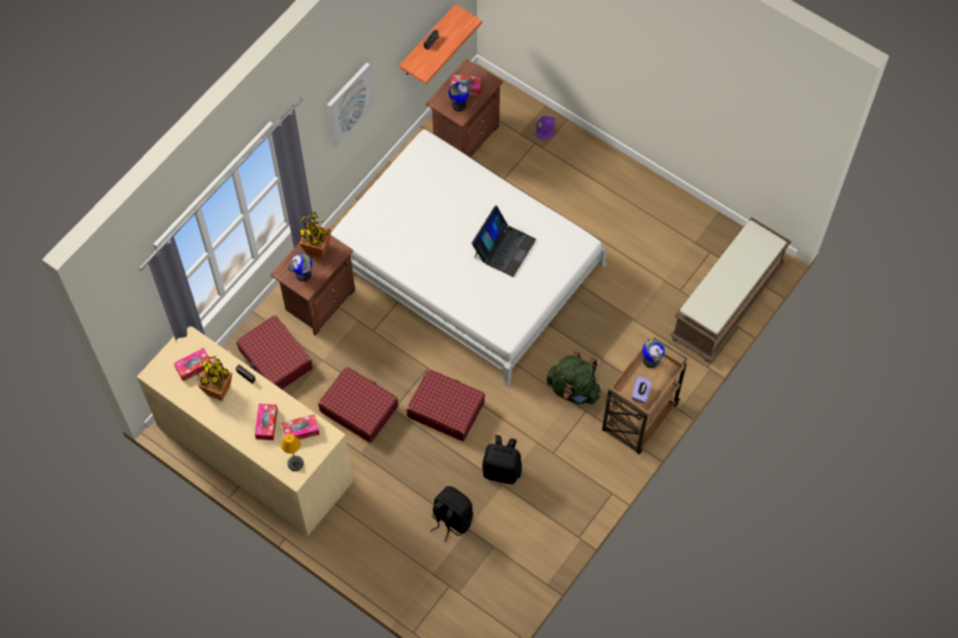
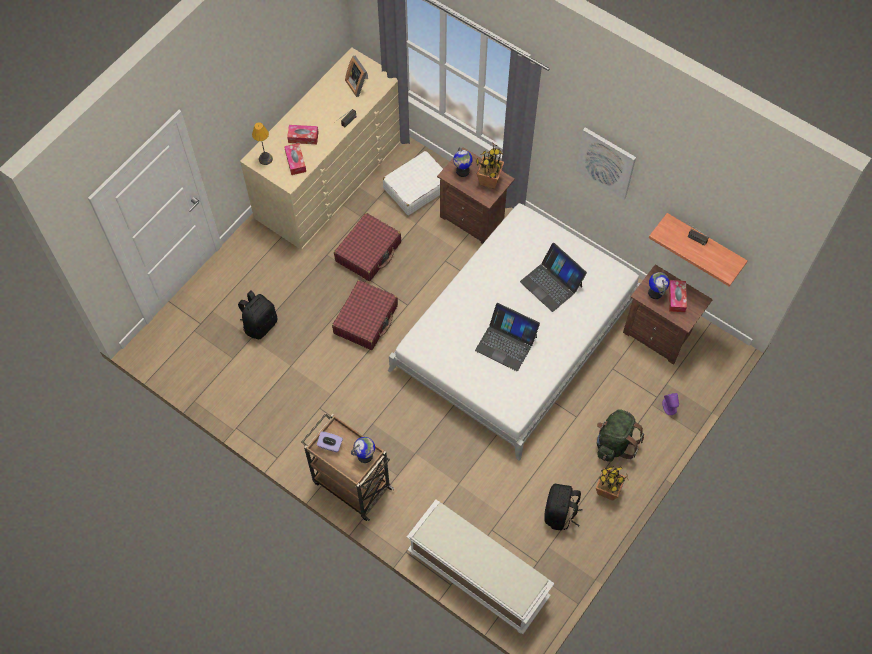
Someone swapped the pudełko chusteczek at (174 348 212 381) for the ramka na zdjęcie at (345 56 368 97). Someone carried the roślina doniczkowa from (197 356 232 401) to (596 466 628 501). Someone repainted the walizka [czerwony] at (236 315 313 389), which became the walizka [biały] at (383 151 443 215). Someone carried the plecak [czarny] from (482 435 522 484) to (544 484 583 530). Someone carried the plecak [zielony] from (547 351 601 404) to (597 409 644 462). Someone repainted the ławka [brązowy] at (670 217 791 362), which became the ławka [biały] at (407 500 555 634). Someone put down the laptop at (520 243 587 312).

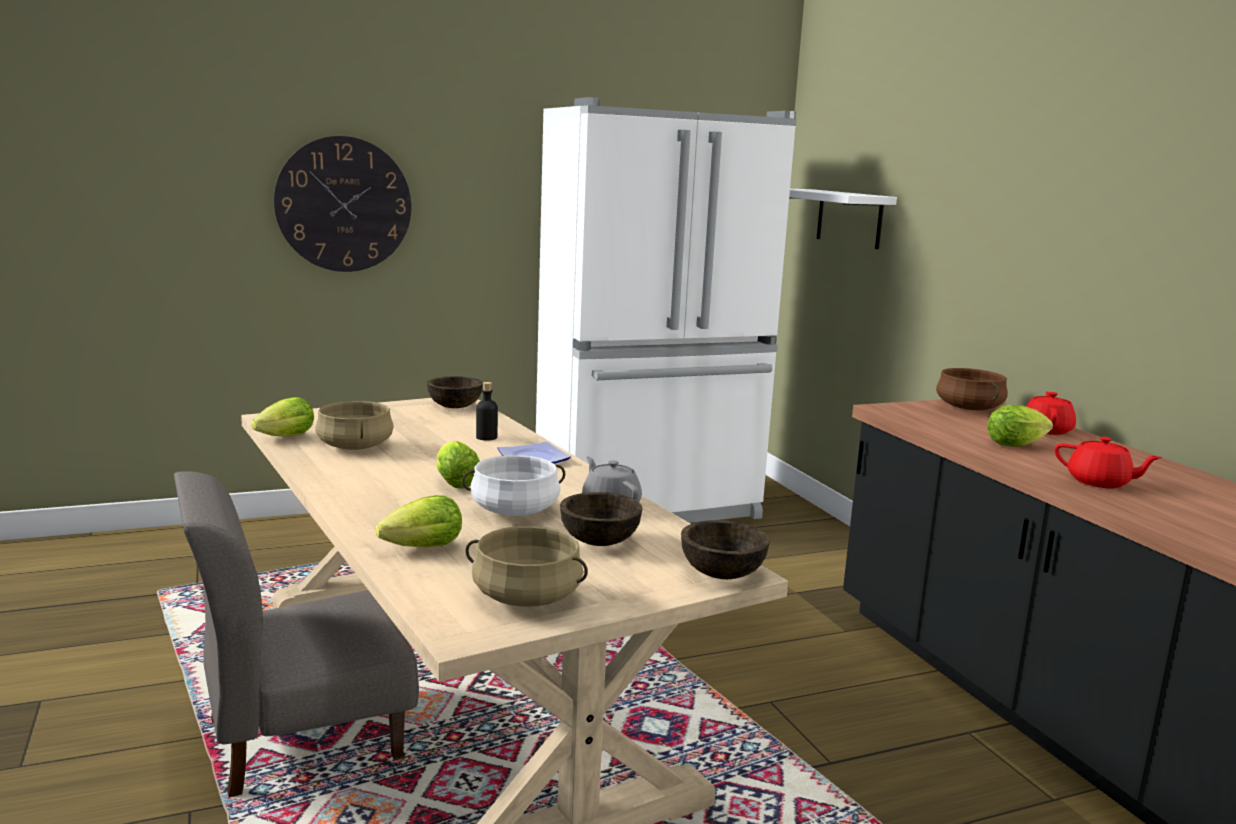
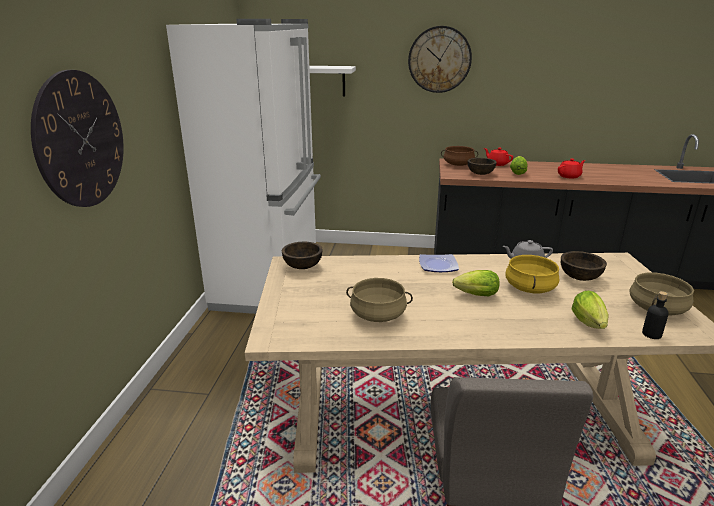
Someone took away the sałata at (251 397 314 437). Someone repainted the garnek [biały] at (462 455 565 516), which became the garnek [żółty] at (505 254 559 293). Someone carried the butelka [czarny] from (476 382 498 441) to (642 291 669 339). Someone carried the miska [brązowy] from (681 520 770 579) to (468 158 497 175). Someone put up the zegar ścienny at (408 26 472 93).

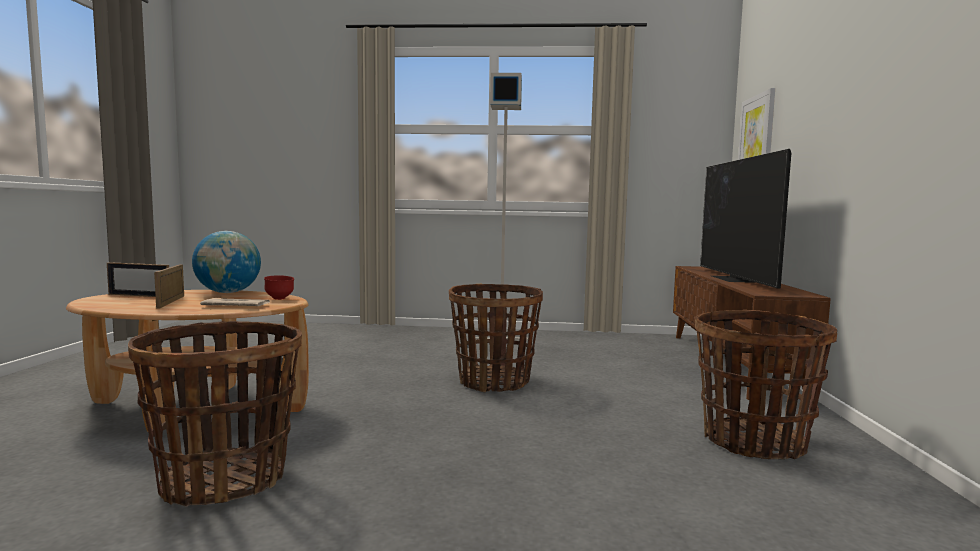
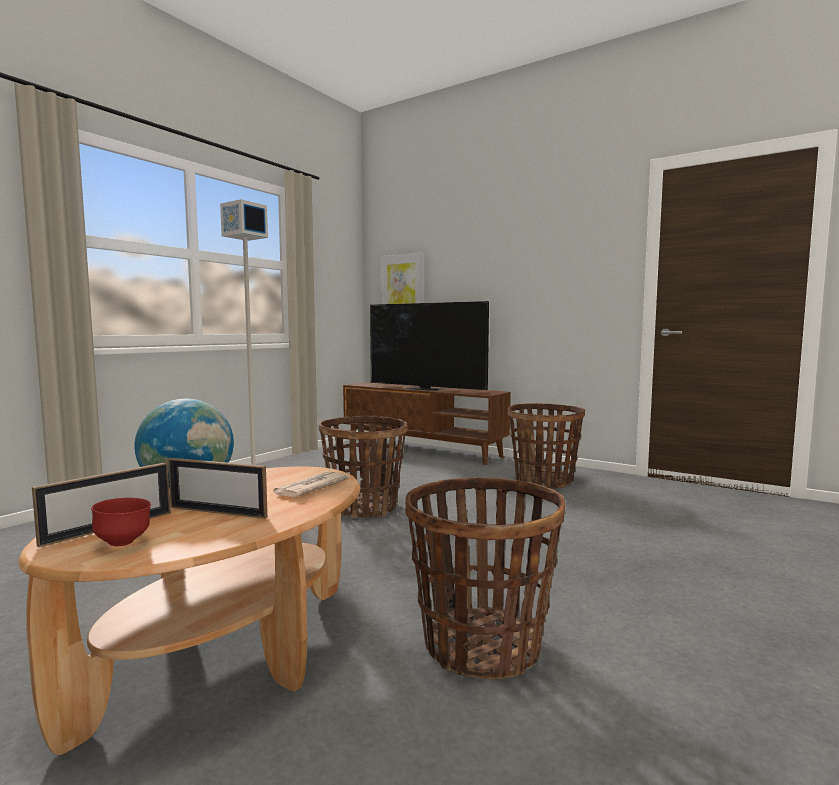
Someone carried the miska [czerwony] from (264 275 294 300) to (91 498 151 546).

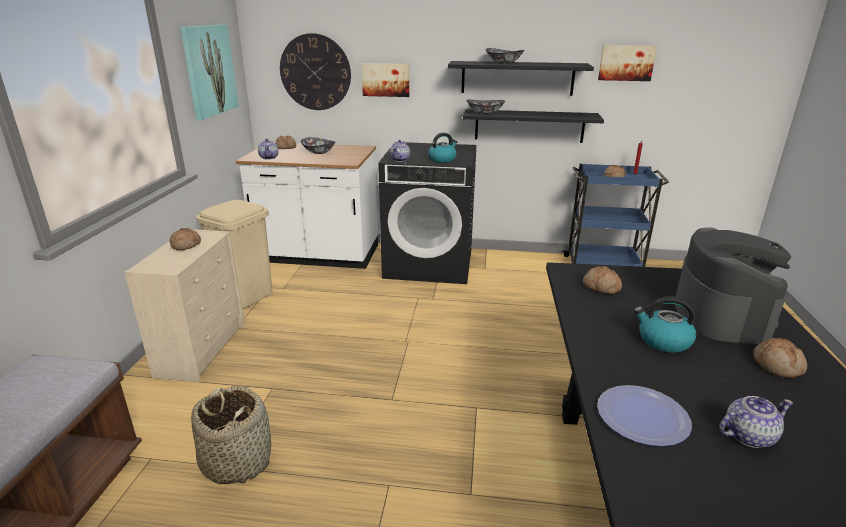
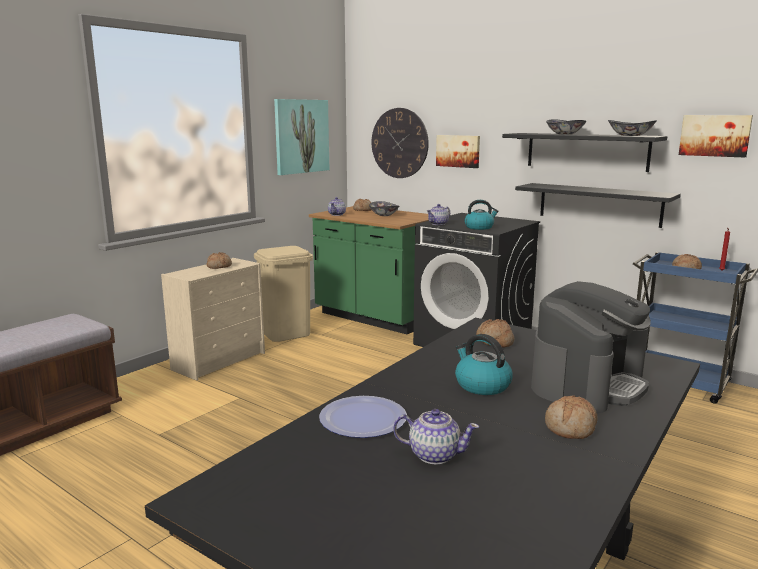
Someone took away the koszyk at (191 386 271 484). Someone repainted the zabudowa kuchenna [biały] at (236 142 378 269), which became the zabudowa kuchenna [zielony] at (309 206 429 334). Someone carried the miska from (466 100 505 114) to (608 120 657 136).

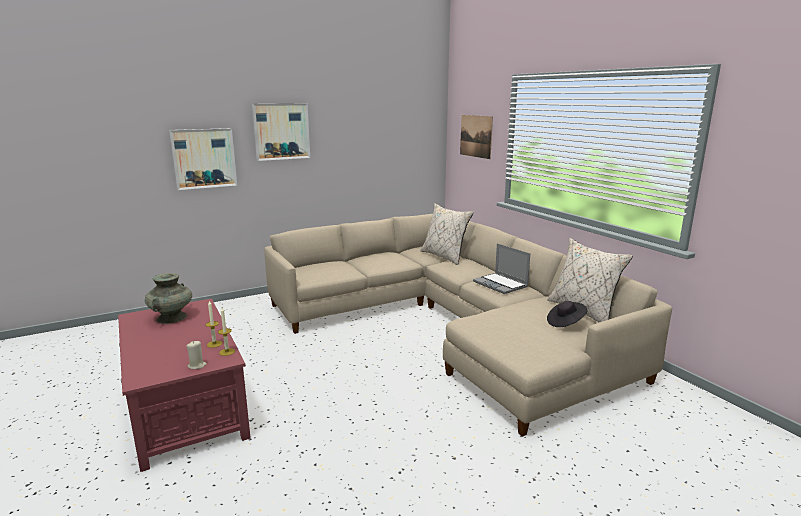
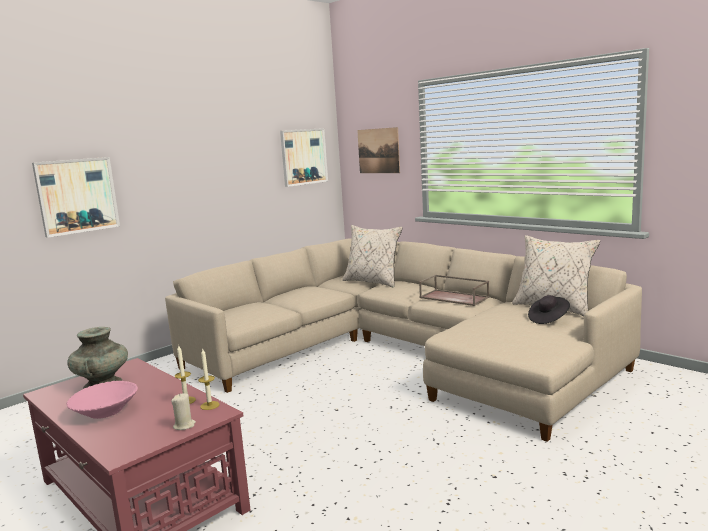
Someone carried the obraz from (252 103 310 161) to (280 128 328 187). Someone swapped the laptop at (473 243 530 294) for the taca [brązowy] at (419 275 489 306). Someone put down the miska [różowy] at (67 381 138 419).

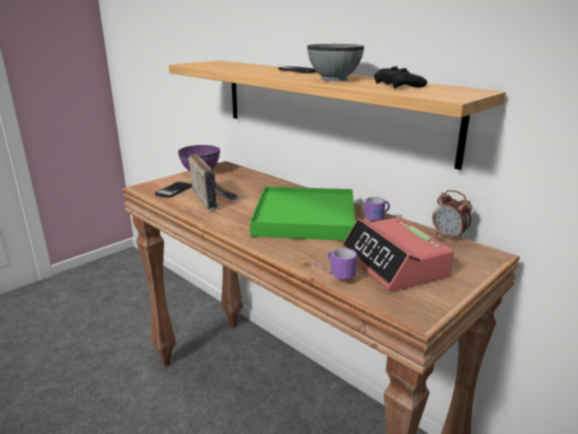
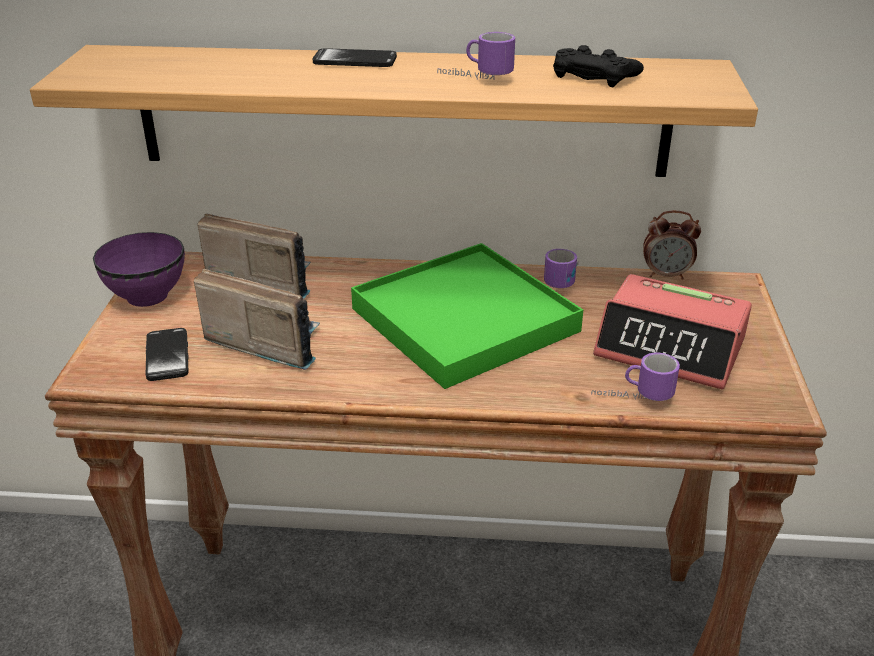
Someone swapped the miska [szary] at (307 44 364 81) for the kubek at (437 32 515 80). Someone put down the radio at (197 214 311 299).

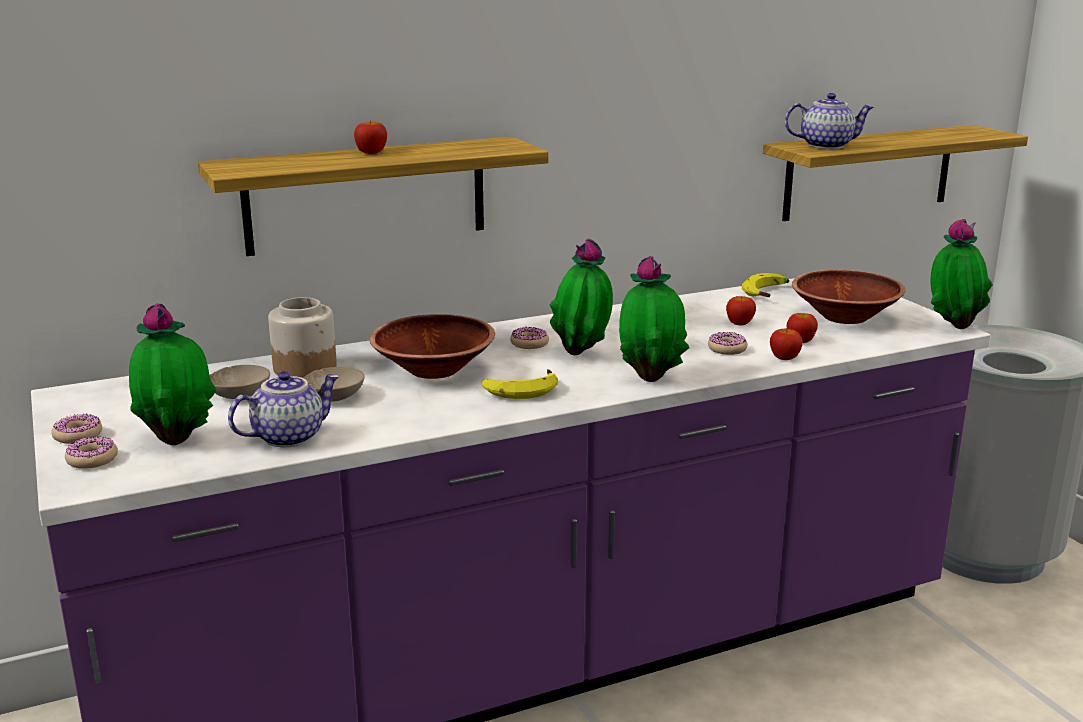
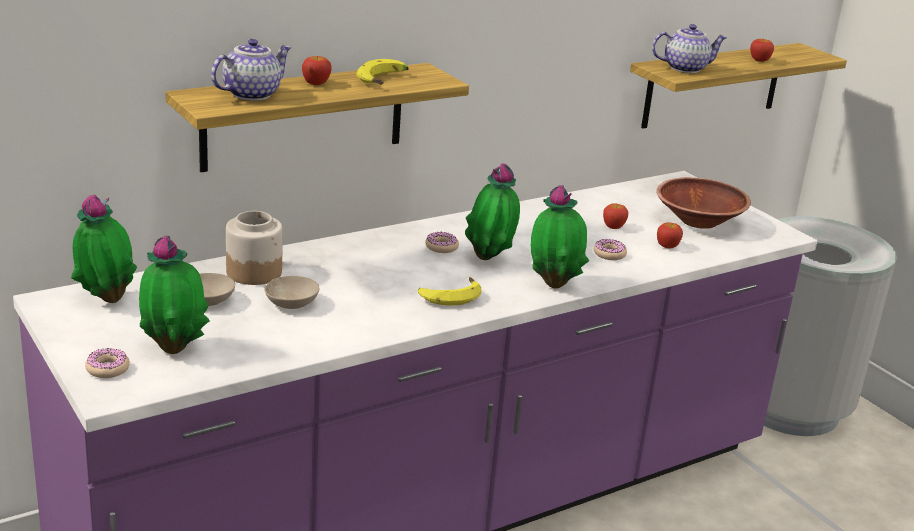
Someone took away the donut at (51 414 102 444). Someone carried the imbryk from (228 371 340 447) to (211 39 292 101). Someone took away the miska [brązowy] at (370 314 495 379). Someone carried the banan from (742 273 789 297) to (356 59 409 85). Someone carried the jabłko from (770 329 803 360) to (750 39 774 62). Someone carried the roślina doniczkowa from (930 219 993 329) to (71 195 137 303).

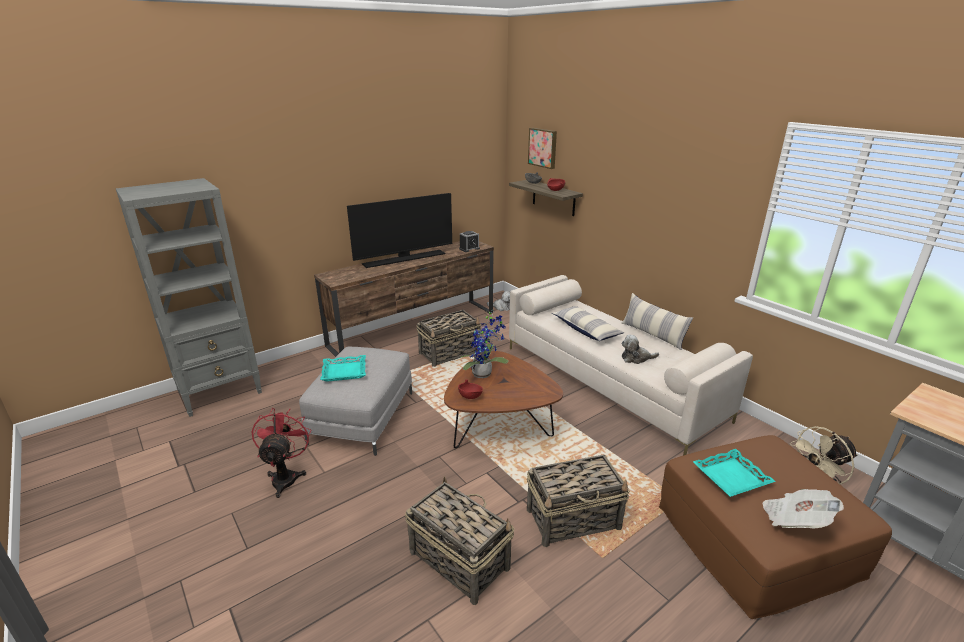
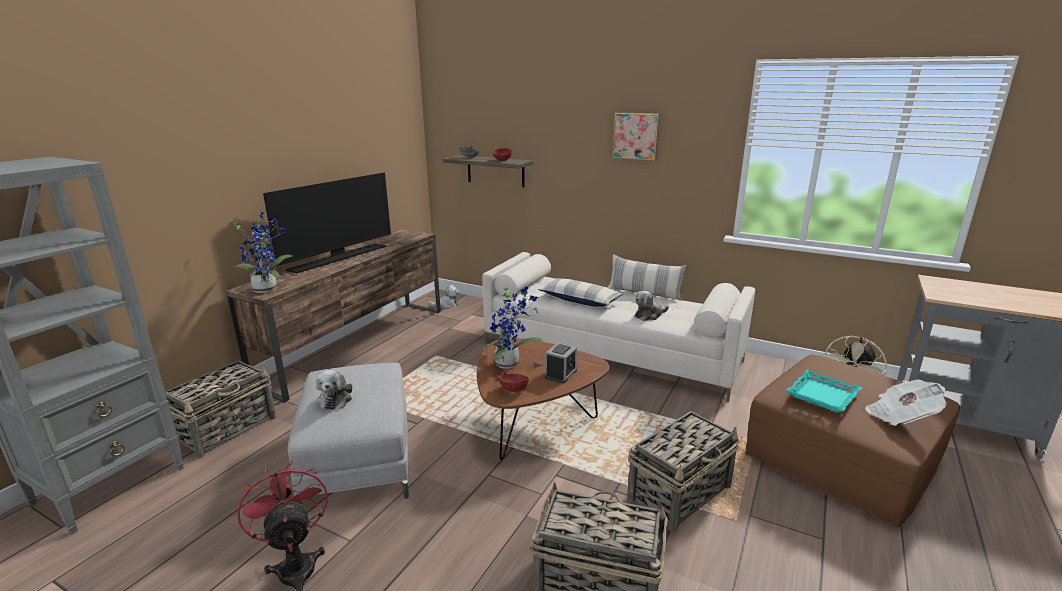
Someone swapped the taca [turkusowy] at (320 355 366 382) for the pluszak at (315 370 352 410). Someone carried the koszyk from (416 310 481 367) to (165 360 276 458). Someone carried the budzik from (459 231 480 252) to (545 343 577 383). Someone carried the obraz from (528 128 557 169) to (613 112 660 161). Someone put down the roślina doniczkowa at (231 212 292 293).

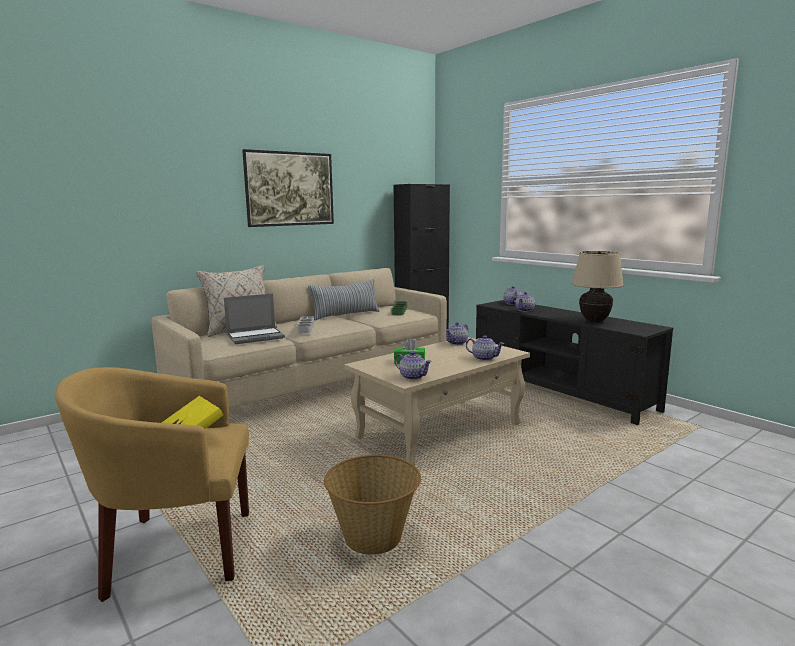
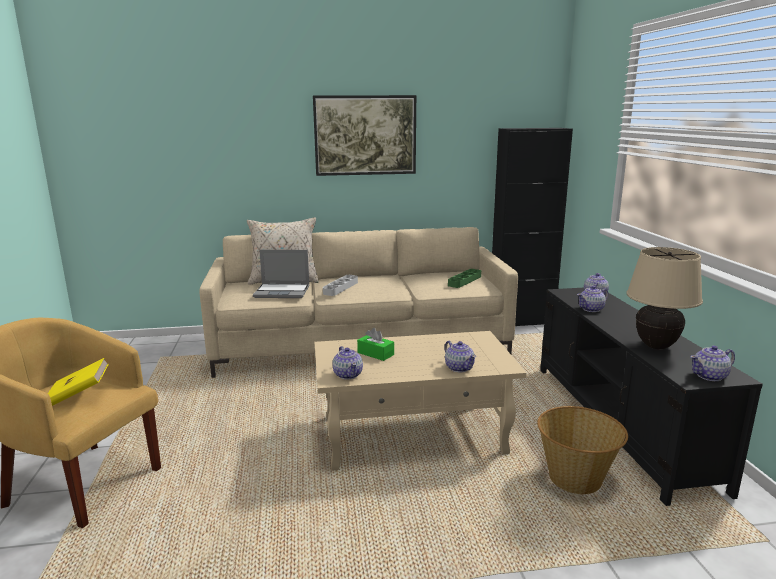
Someone took away the poduszka at (308 279 380 320). Someone carried the koszyk from (324 455 421 555) to (537 406 628 494). Someone carried the imbryk from (445 322 468 345) to (690 346 735 381).

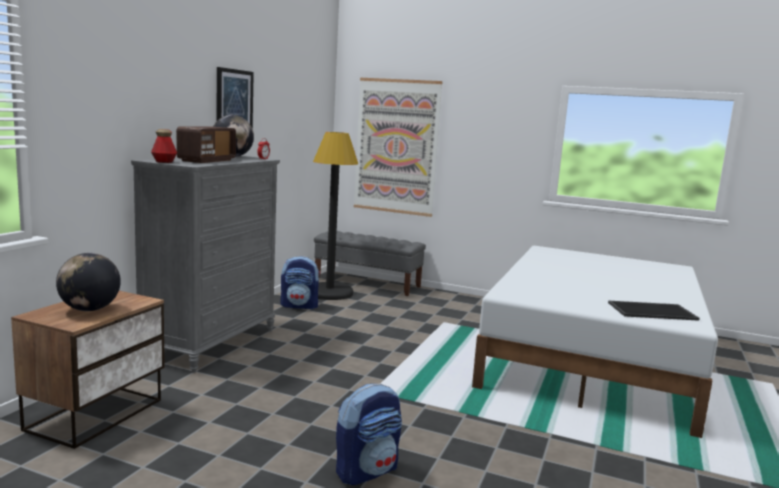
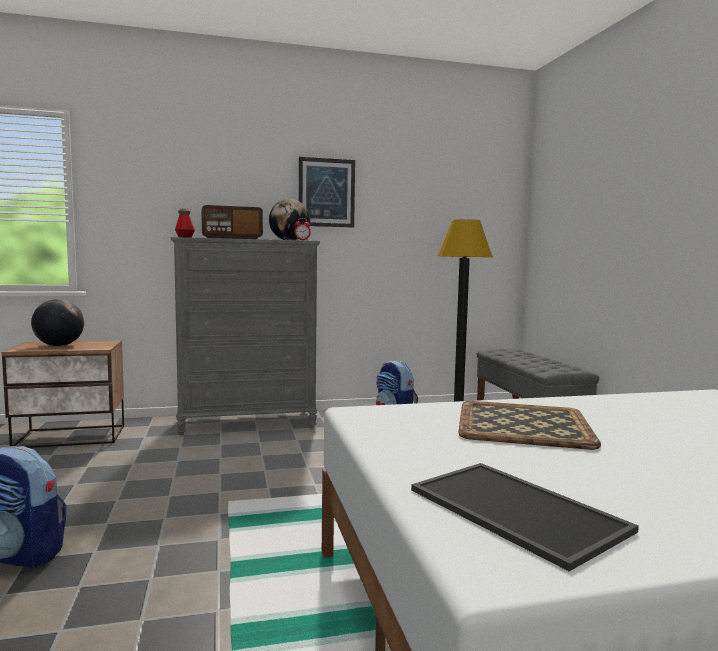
Someone took away the obraz at (354 78 443 217). Someone put down the taca at (458 401 601 450).

